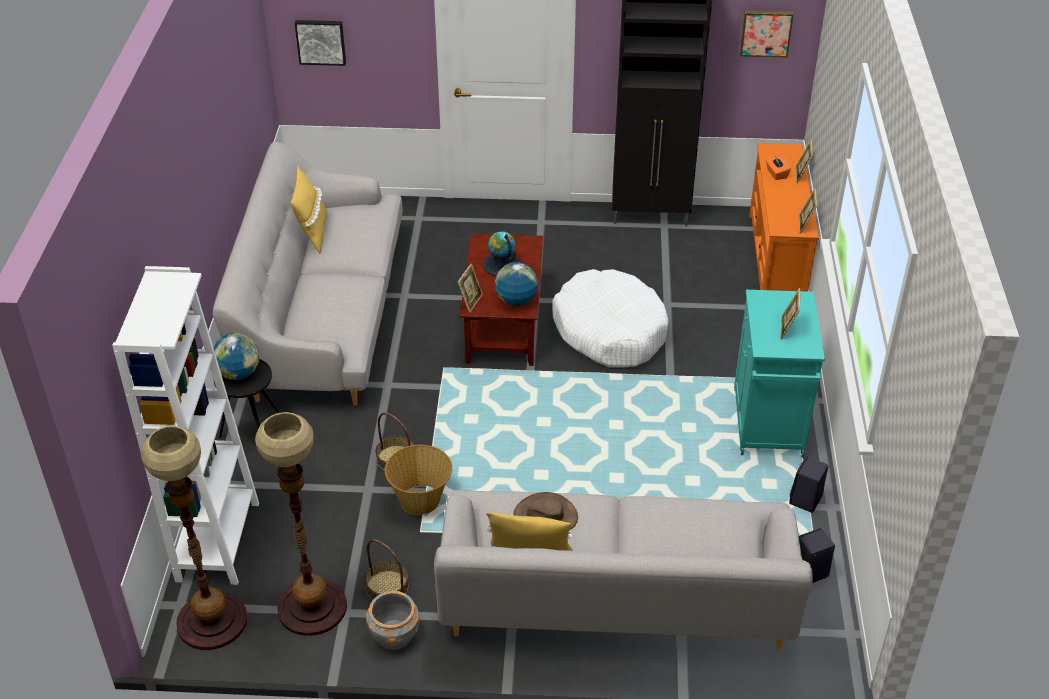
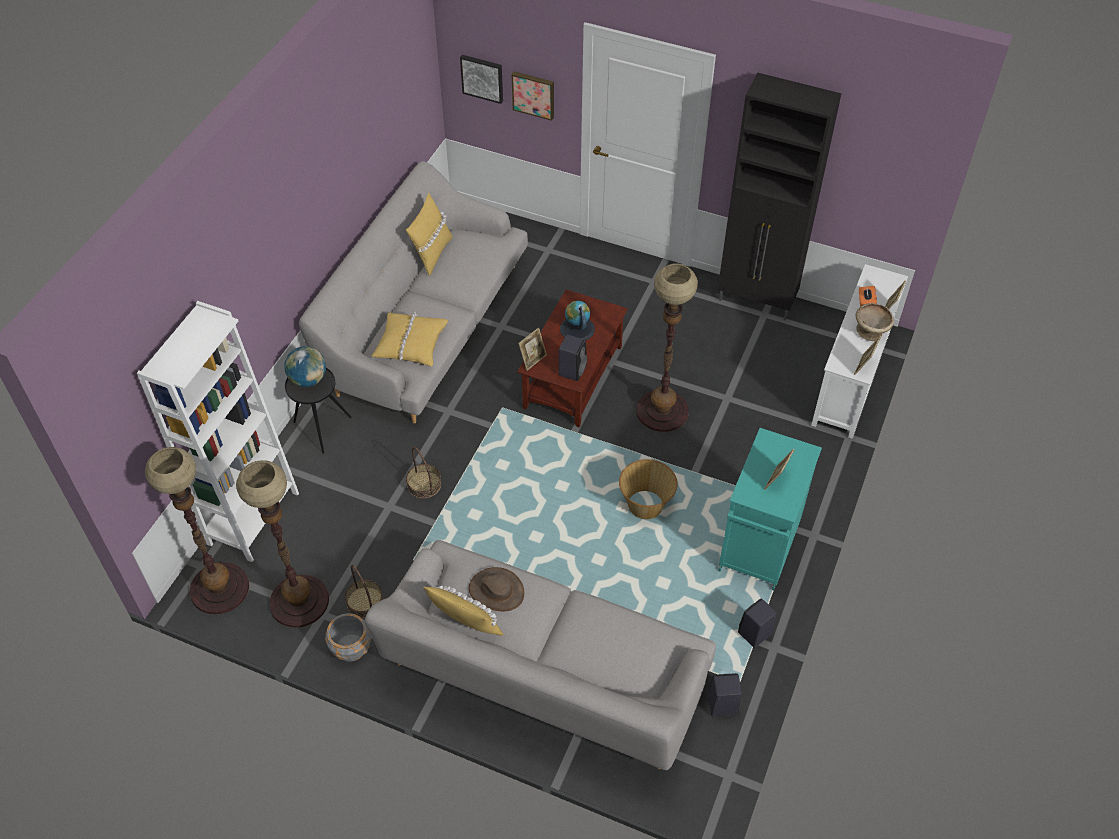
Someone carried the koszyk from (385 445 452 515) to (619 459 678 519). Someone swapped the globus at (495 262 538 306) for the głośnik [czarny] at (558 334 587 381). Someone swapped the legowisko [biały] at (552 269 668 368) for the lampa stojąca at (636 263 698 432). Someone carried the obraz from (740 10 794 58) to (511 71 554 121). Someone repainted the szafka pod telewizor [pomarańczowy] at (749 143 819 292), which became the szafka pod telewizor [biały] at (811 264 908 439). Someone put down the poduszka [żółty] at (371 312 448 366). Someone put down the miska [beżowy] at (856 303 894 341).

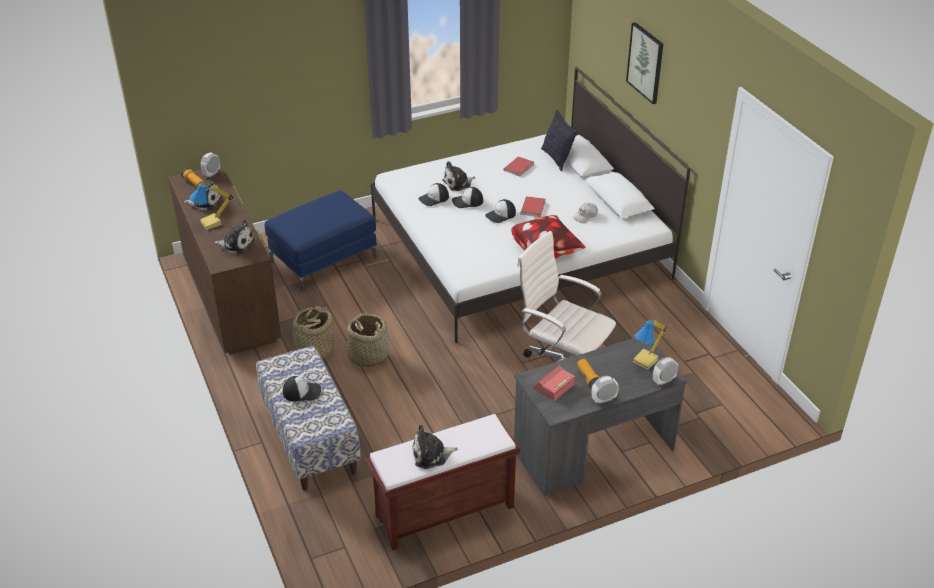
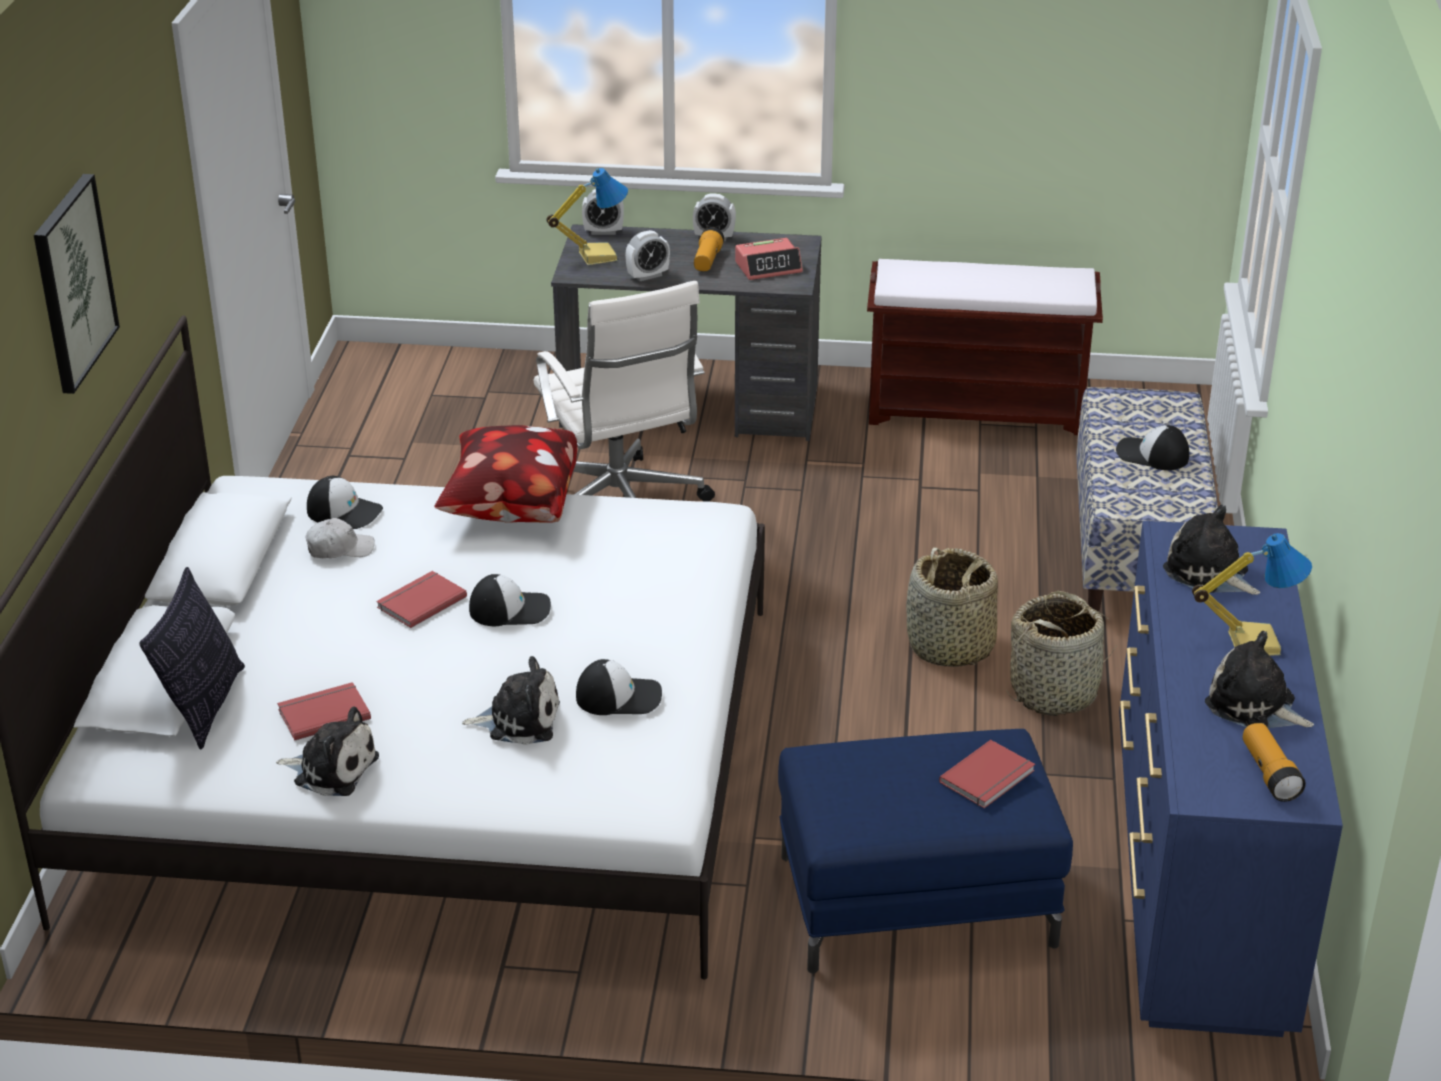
Someone repainted the komoda [brązowy] at (168 165 282 355), which became the komoda [niebieski] at (1119 521 1343 1037). Someone carried the budzik from (201 152 220 178) to (625 230 670 281). Someone carried the pluszak from (412 424 458 469) to (276 706 379 796). Someone carried the czapka z daszkiem from (452 187 483 208) to (307 476 383 529). Someone put down the książka [czerwony] at (939 740 1035 808).

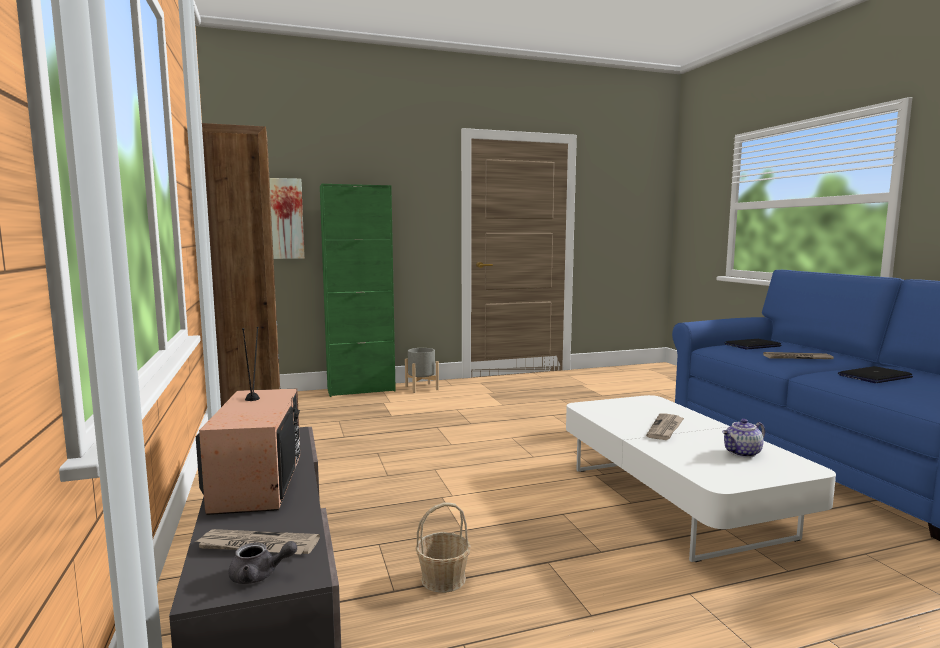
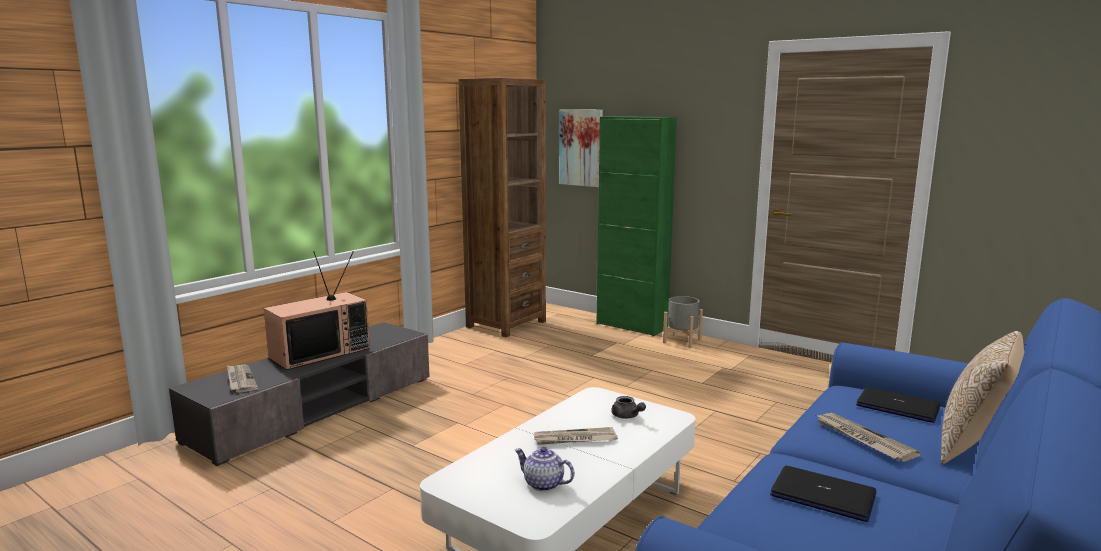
Someone carried the imbryk [szary] from (229 541 297 584) to (611 396 646 419). Someone took away the koszyk at (415 503 471 593). Someone put down the poduszka at (941 331 1024 464).

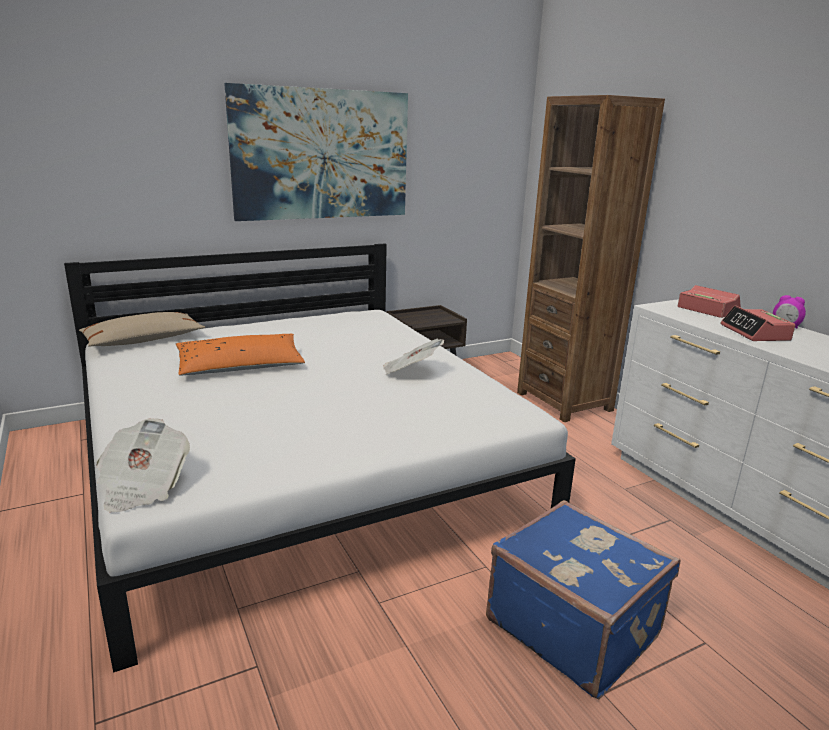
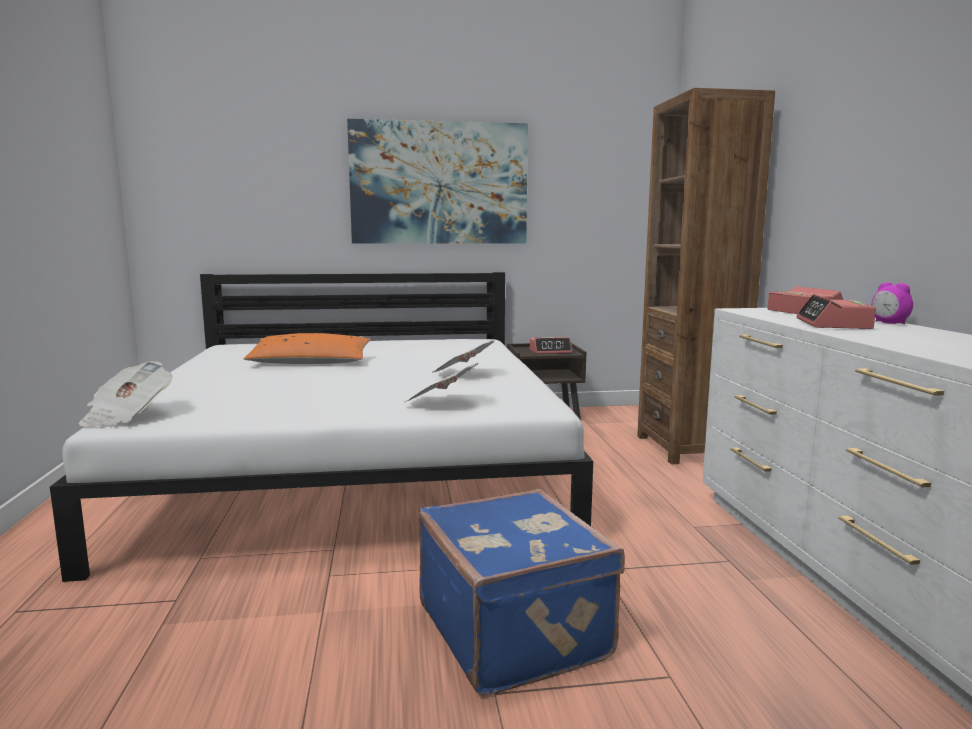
Someone took away the poduszka [beżowy] at (79 312 205 347). Someone put down the gazeta at (405 362 479 402). Someone put down the budzik at (530 337 572 354).

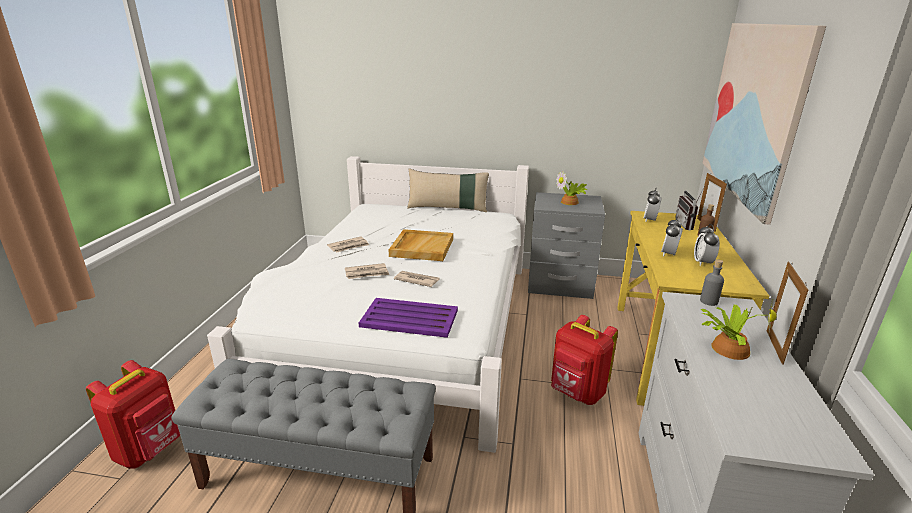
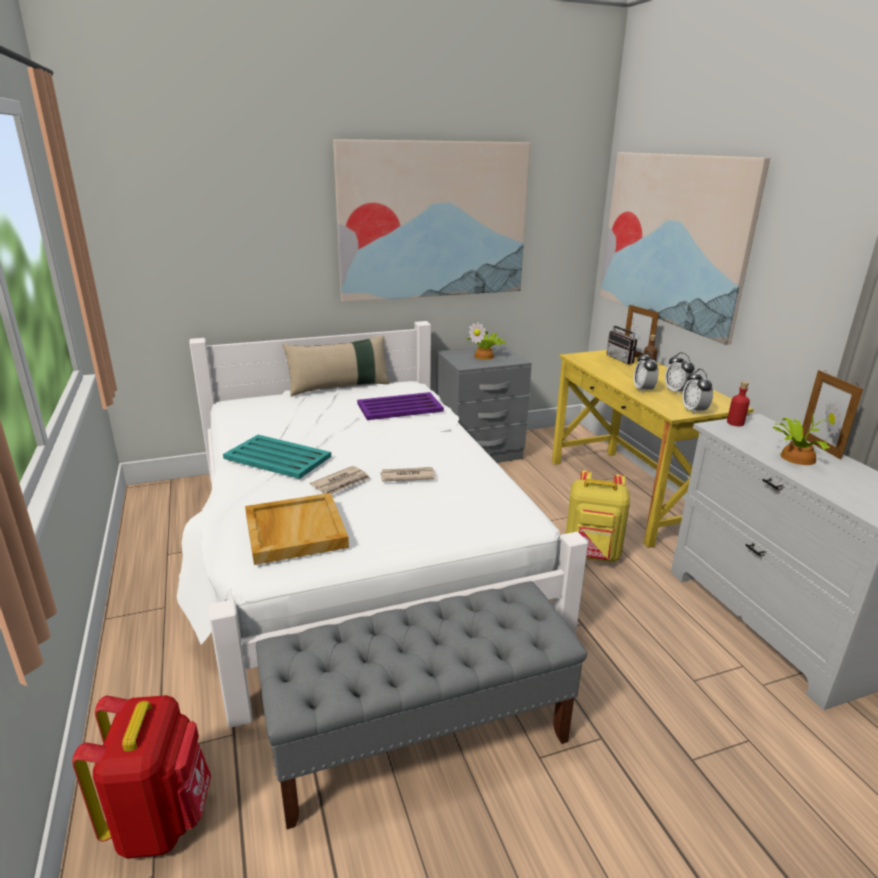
Someone swapped the gazeta at (327 236 369 252) for the taca [turkusowy] at (223 435 331 479). Someone carried the taca [fioletowy] from (359 298 458 338) to (357 392 444 420). Someone carried the taca [beżowy] from (389 229 453 261) to (245 493 349 565). Someone repainted the plecak [czerwony] at (551 315 618 405), which became the plecak [żółty] at (566 470 630 562). Someone carried the budzik from (644 188 661 222) to (682 369 713 415). Someone repainted the butelka [szary] at (700 259 724 306), which became the butelka [czerwony] at (727 381 750 426). Someone put up the obraz at (333 139 531 302).

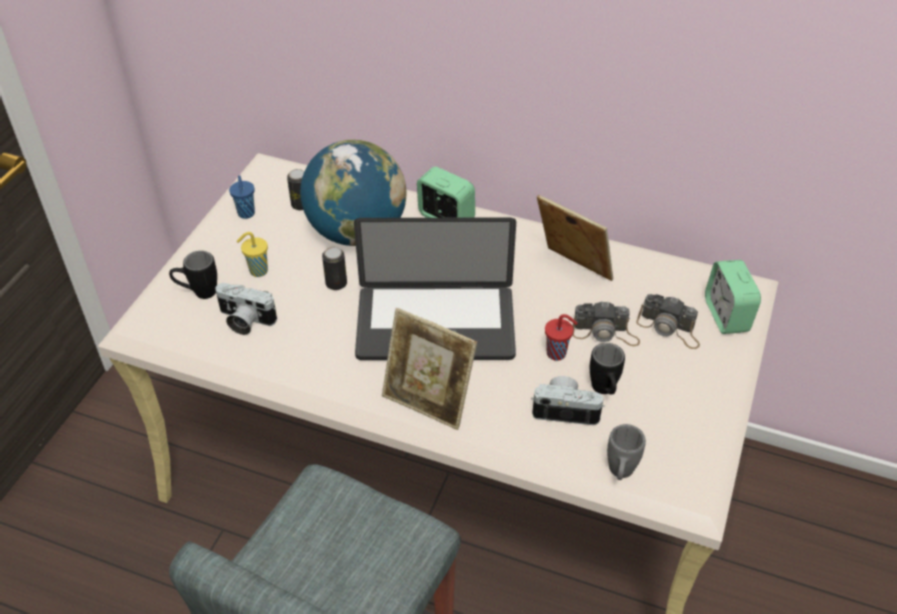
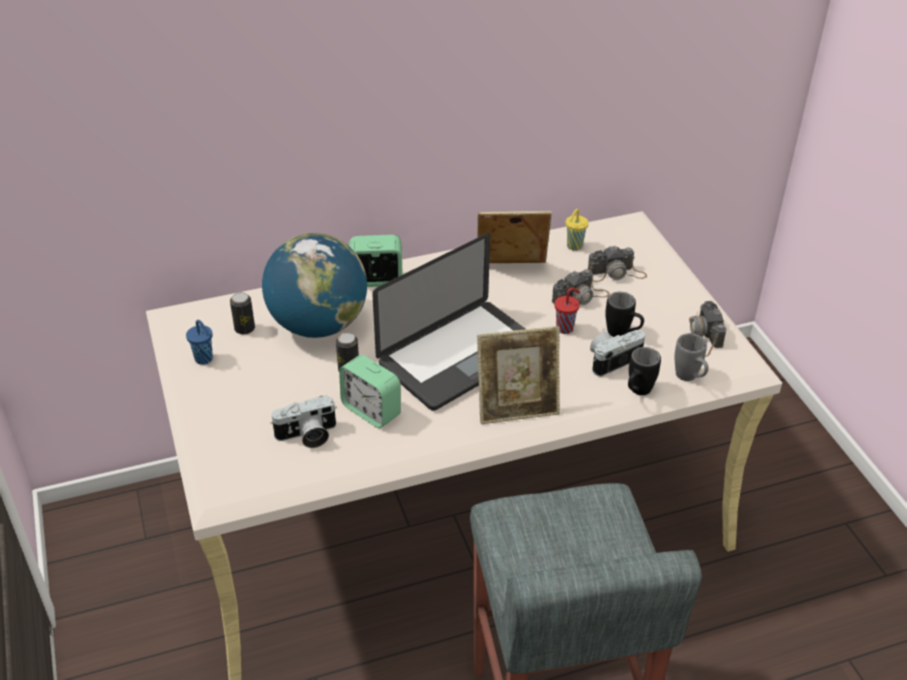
Someone carried the kubek [czarny] from (169 251 217 299) to (628 347 661 395). Someone carried the filiżanka [żółty] from (237 232 268 277) to (565 209 589 251). Someone carried the budzik from (705 260 761 334) to (339 355 401 428). Someone put down the aparat fotograficzny at (689 301 726 357).

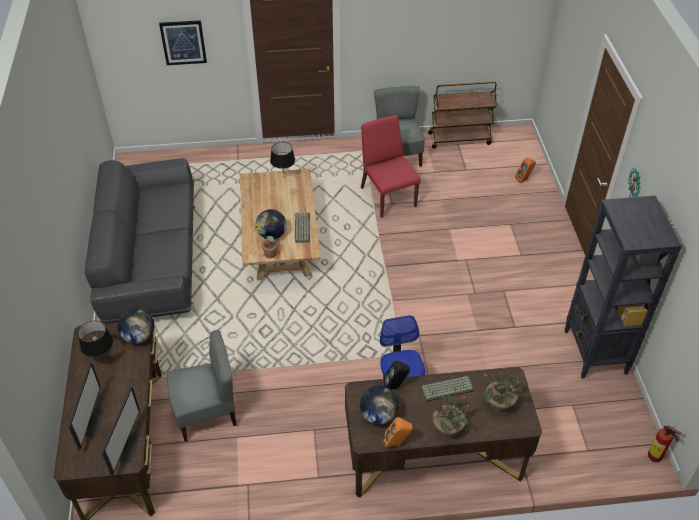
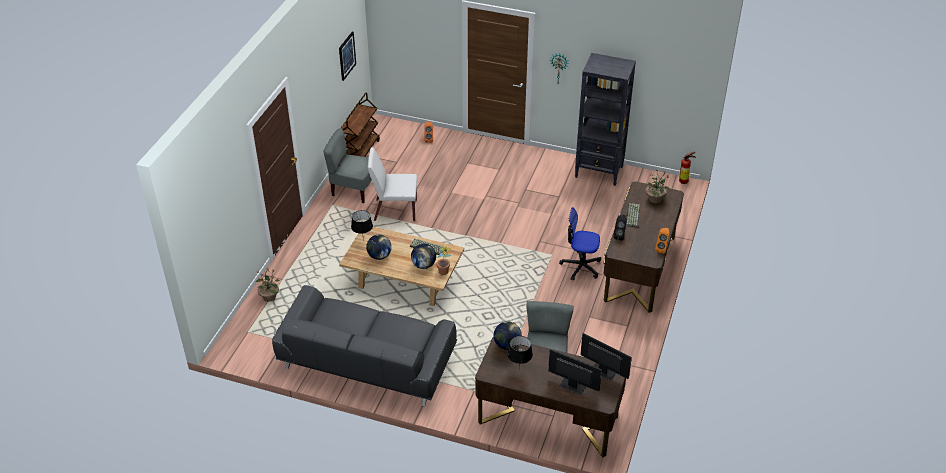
Someone carried the obraz from (159 20 207 65) to (339 32 356 81). Someone carried the globus from (360 386 399 425) to (366 235 392 260). Someone repainted the krzesło [czerwony] at (361 115 421 218), which became the krzesło [biały] at (368 147 417 221). Someone carried the roślina doniczkowa from (432 387 469 437) to (256 268 280 302).

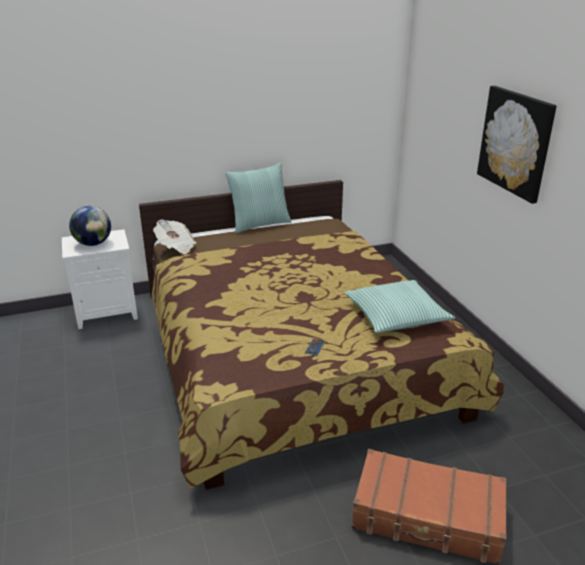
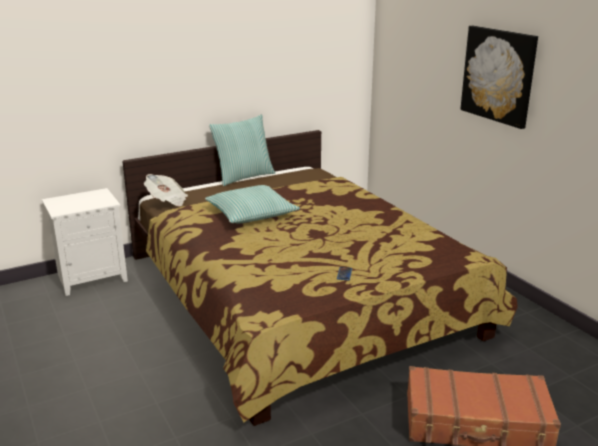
Someone took away the globus at (69 206 111 246). Someone carried the poduszka from (344 280 455 333) to (205 185 300 223).

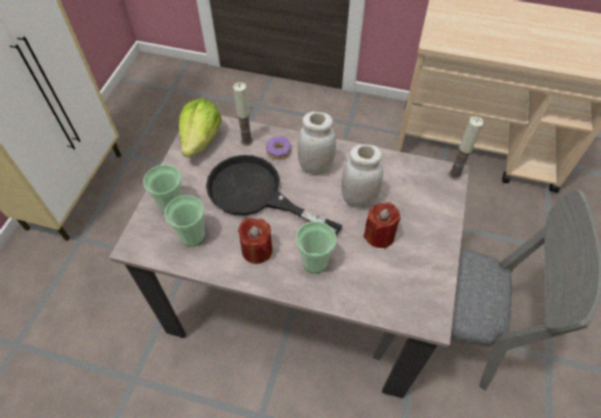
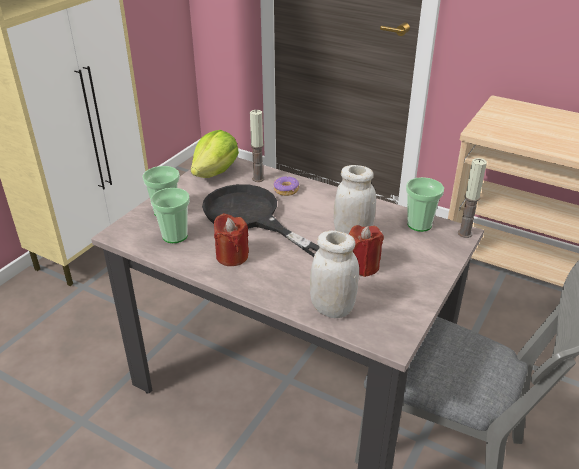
Someone carried the filiżanka from (296 221 336 273) to (406 177 444 232). Someone carried the słoik [biały] from (298 112 336 175) to (310 230 359 318).

